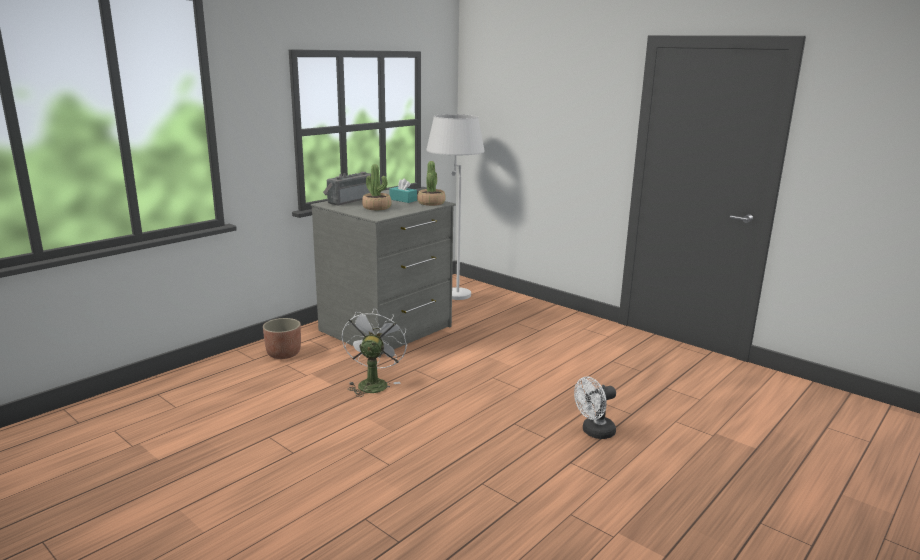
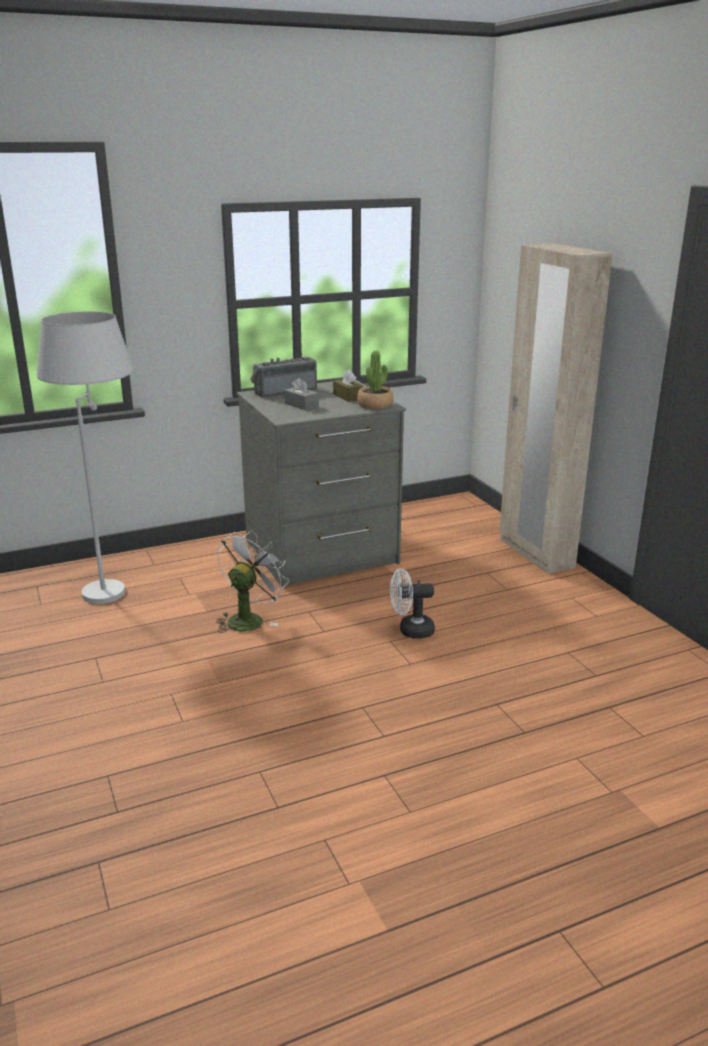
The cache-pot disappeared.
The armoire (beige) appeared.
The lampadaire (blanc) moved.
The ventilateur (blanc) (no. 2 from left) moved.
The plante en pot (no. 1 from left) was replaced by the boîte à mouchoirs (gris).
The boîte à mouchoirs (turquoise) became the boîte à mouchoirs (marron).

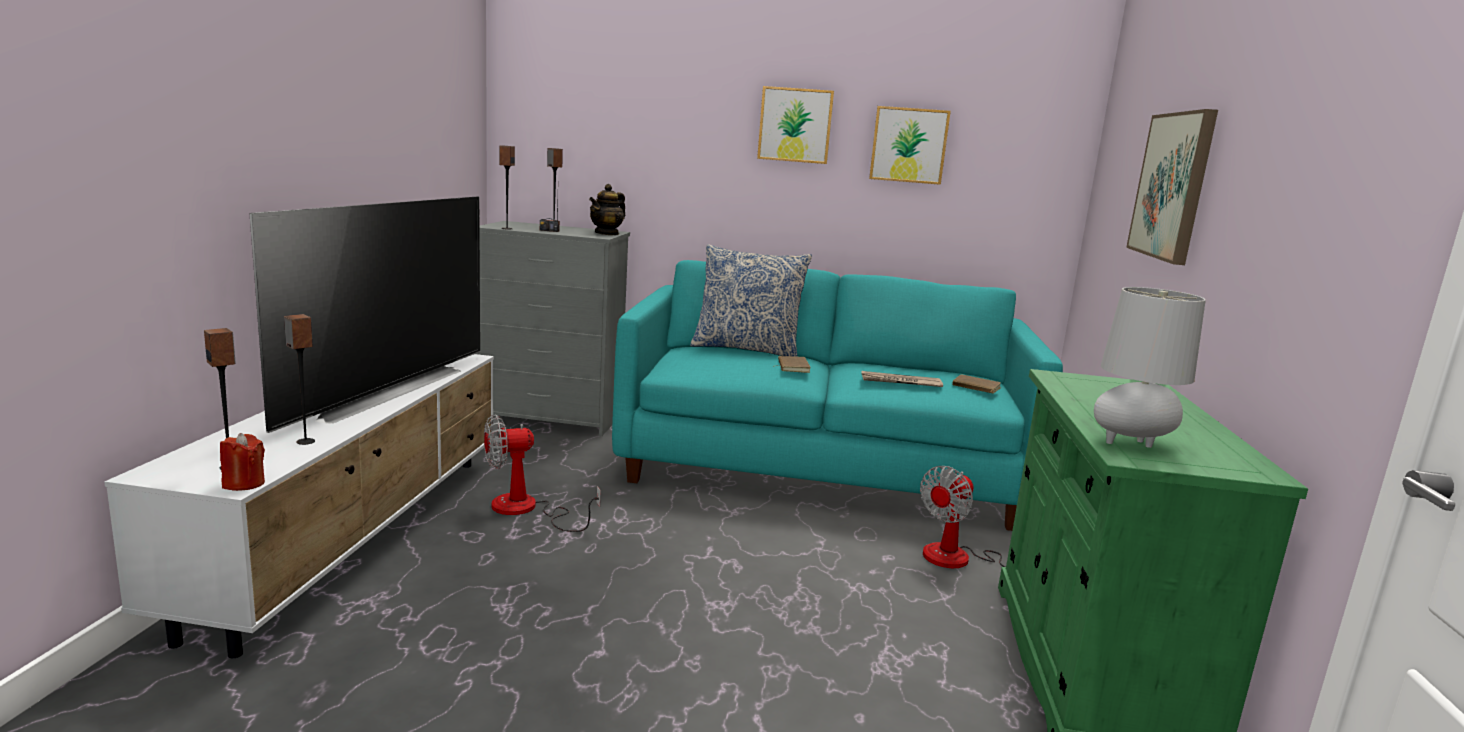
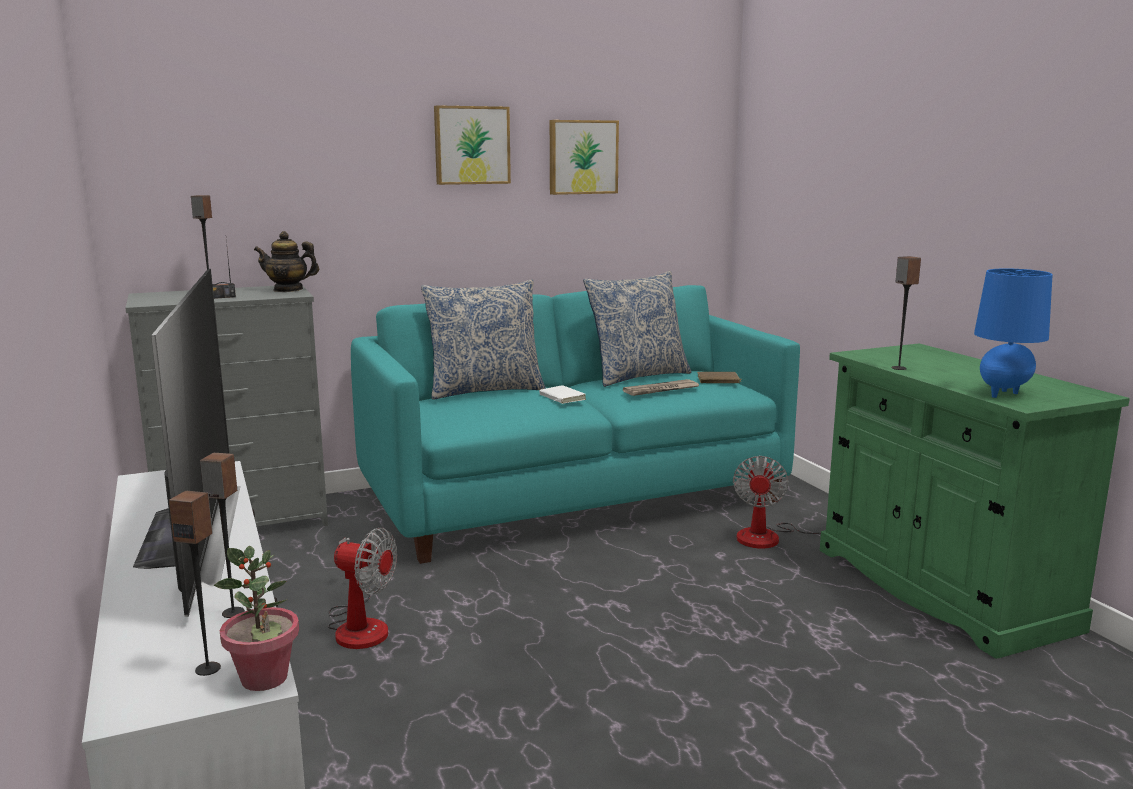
The tableau (no. 3 from left) disappeared.
The coussin (no. 2 from left) appeared.
The enceinte (no. 3 from left in the first image) moved.
The bougie (rouge) was replaced by the plante en pot.
The livre (marron) (no. 1 from left) became the livre (blanc).
The lampe de table (gris) became the lampe de table (bleu).
The ventilateur (no. 1 from left) turned 105 degrees counterclockwise.
The théière turned 90 degrees clockwise.

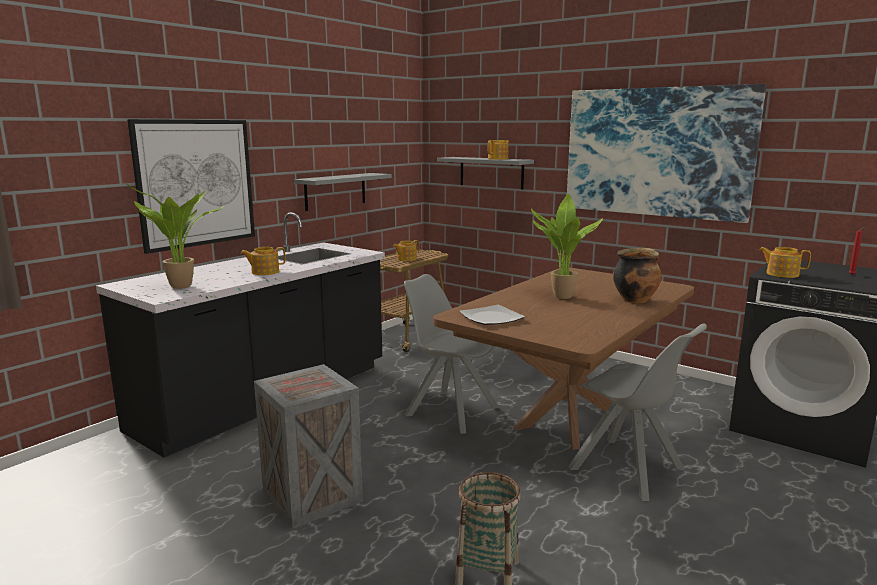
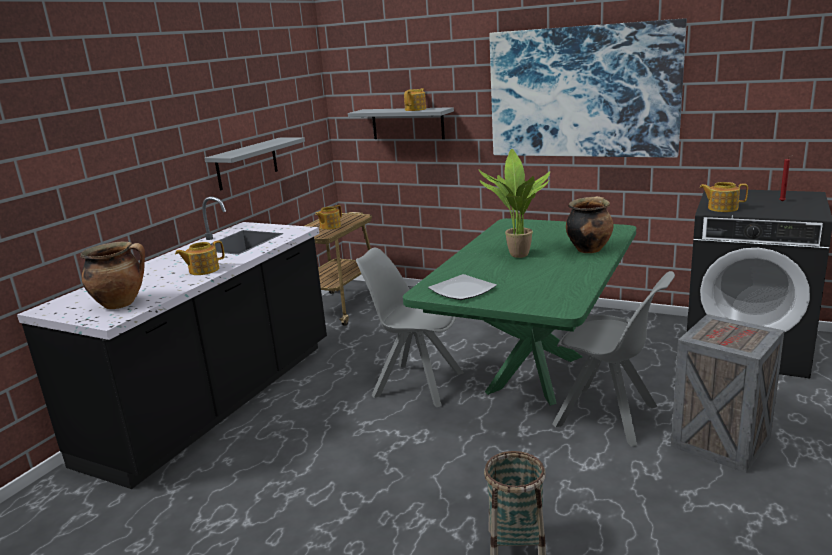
The tableau (no. 1 from left) disappeared.
The caisse moved.
The plante en pot (no. 1 from left) was replaced by the marmite (no. 1 from left).
The table à manger (marron) became the table à manger (vert).

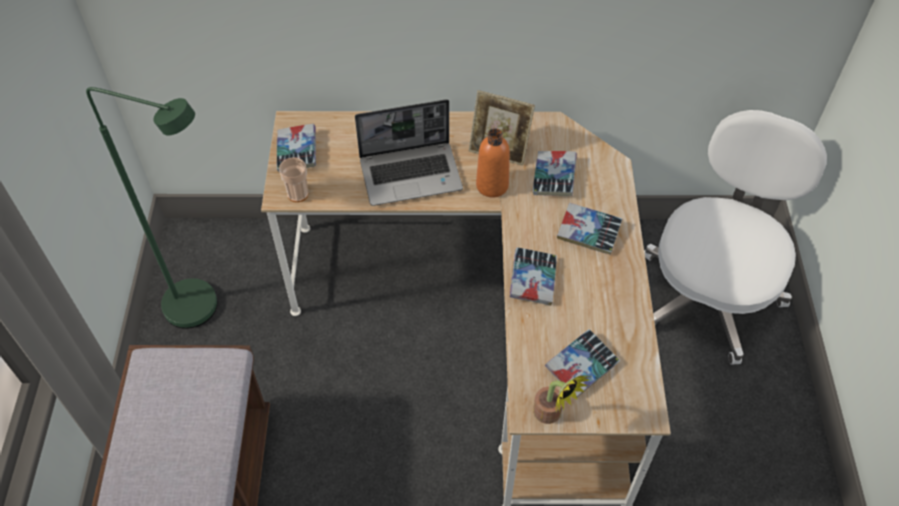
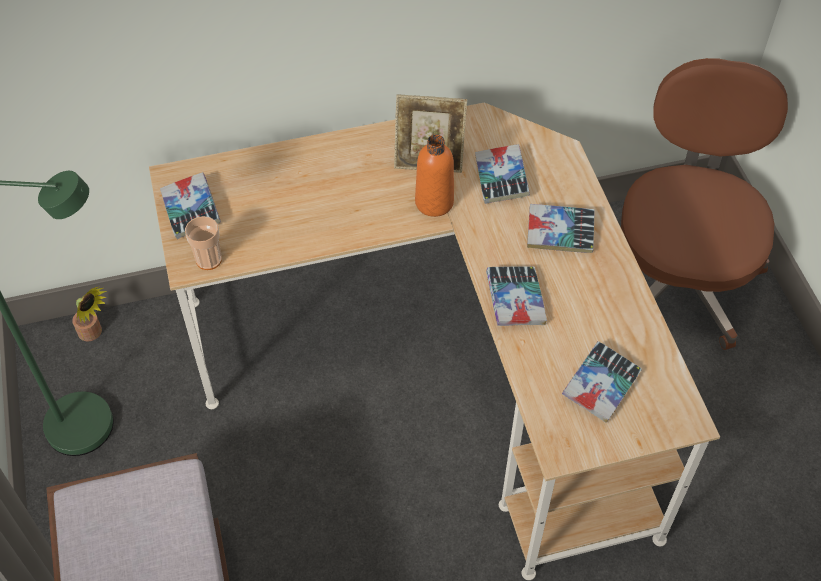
The ordinateur portable disappeared.
The plante en pot moved.
The chaise de bureau (blanc) became the chaise de bureau (marron).

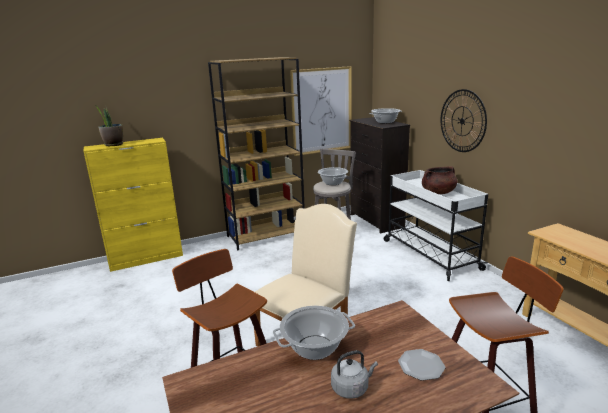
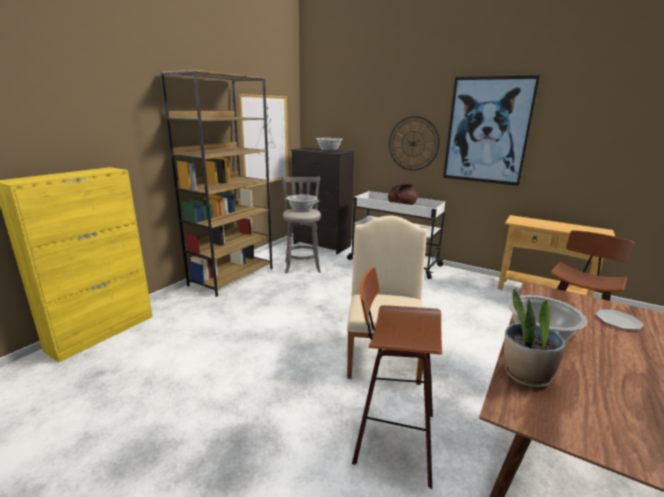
The bouilloire (gris) disappeared.
The tableau (no. 2 from left) appeared.
The plante en pot moved.

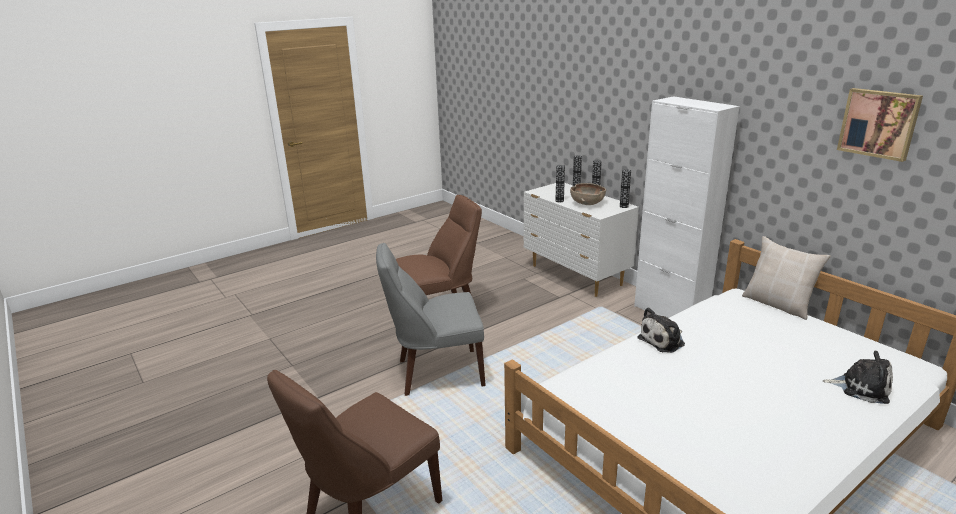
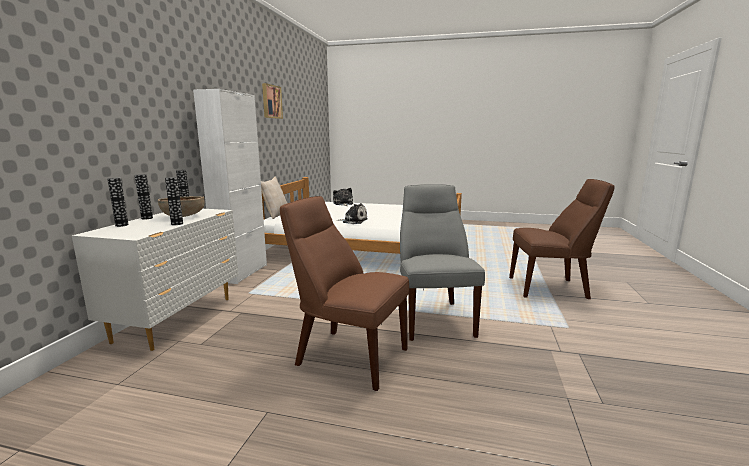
The chaise (gris) turned 135 degrees counterclockwise.

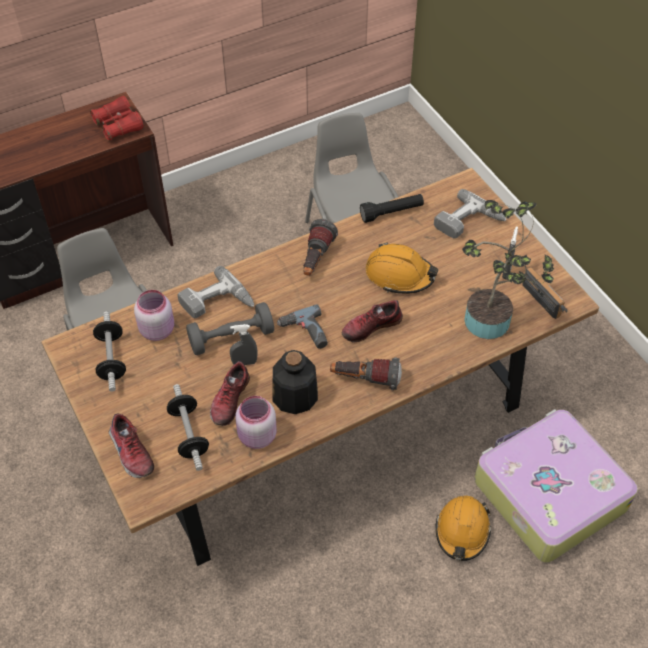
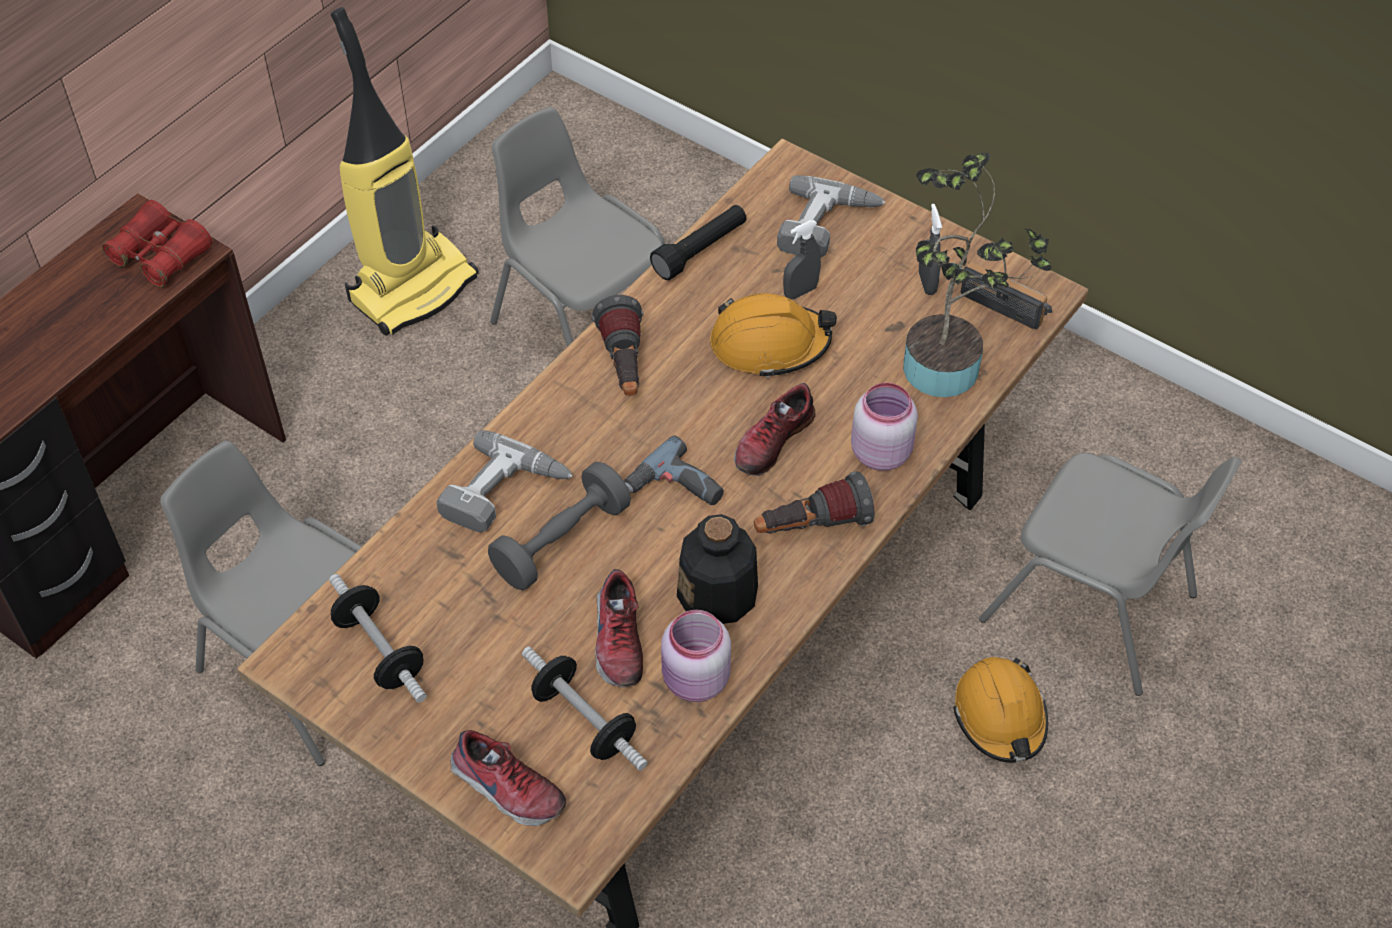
The aspirateur appeared.
The bocal (rose) (no. 1 from left in the first image) moved.
The vaporisateur (gris) (no. 1 from left) moved.
The valise was replaced by the chaise (gris) (no. 3 from left).

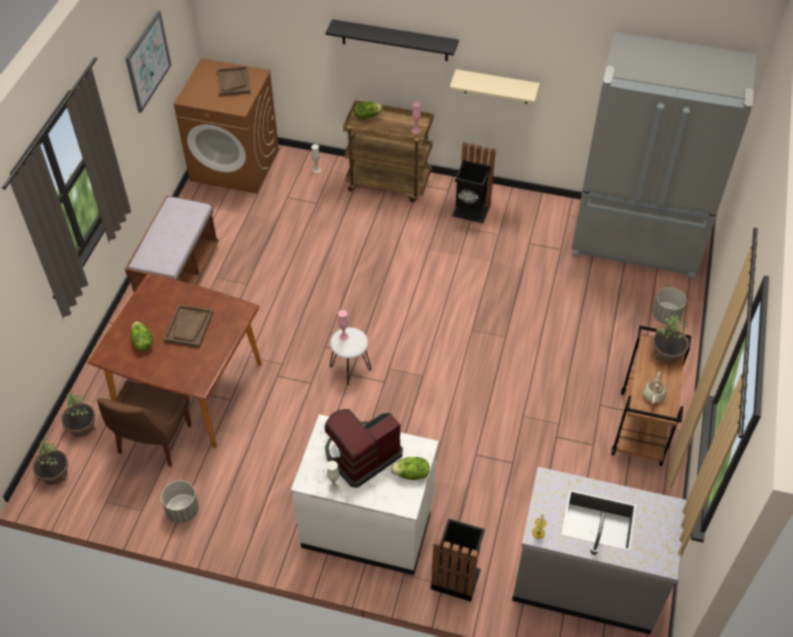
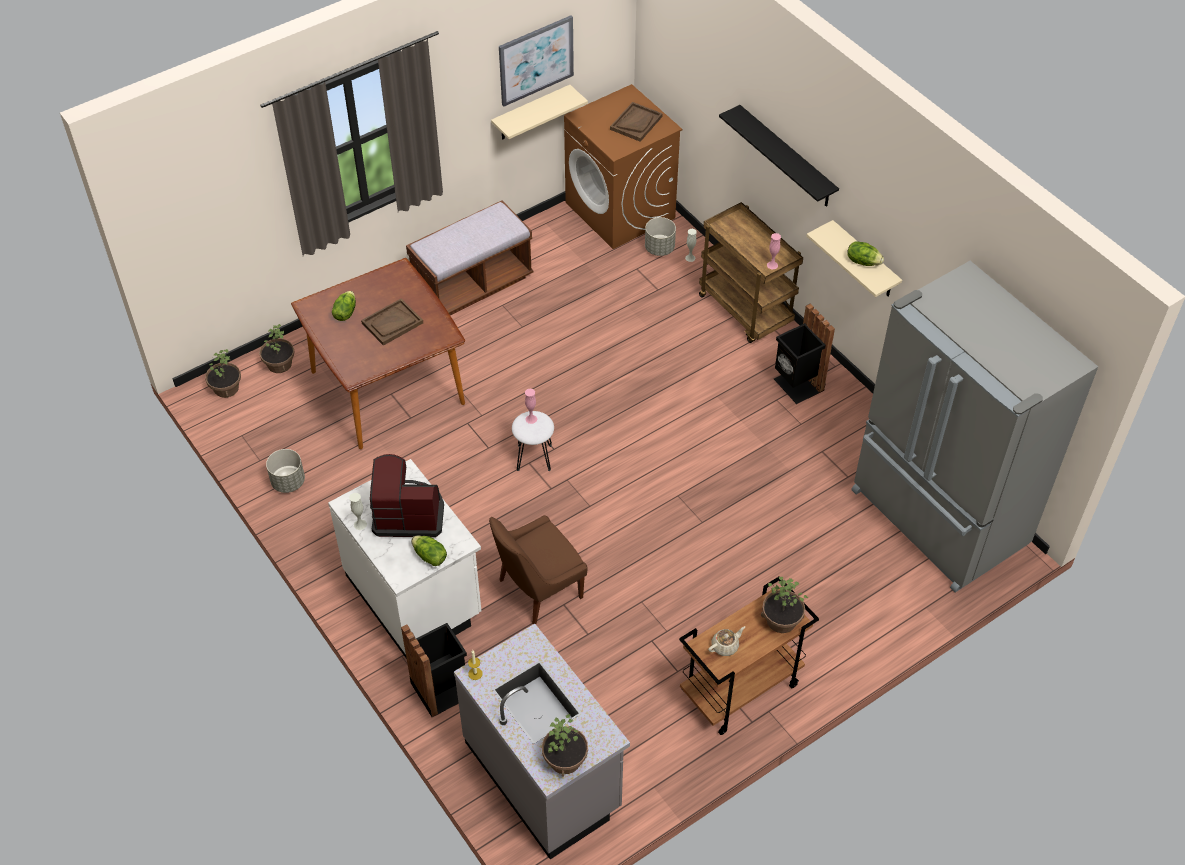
The étagère (beige) (no. 1 from left) appeared.
The plante en pot (no. 3 from left) appeared.
The chaise (marron) moved.
The laitue (no. 2 from left in the first image) moved.
The cache-pot (gris) (no. 2 from left) moved.

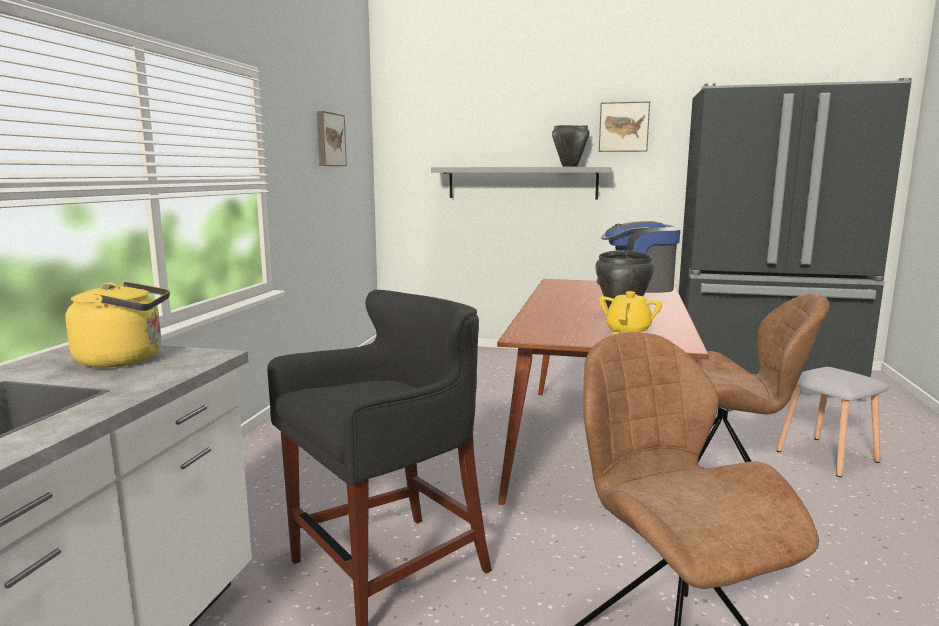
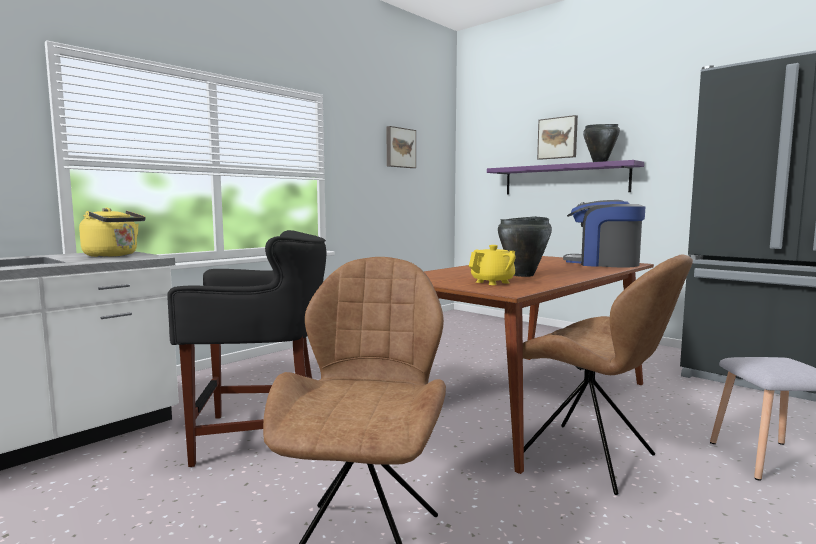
The tableau (no. 2 from left) moved.
The étagère (gris) became the étagère (violet).

